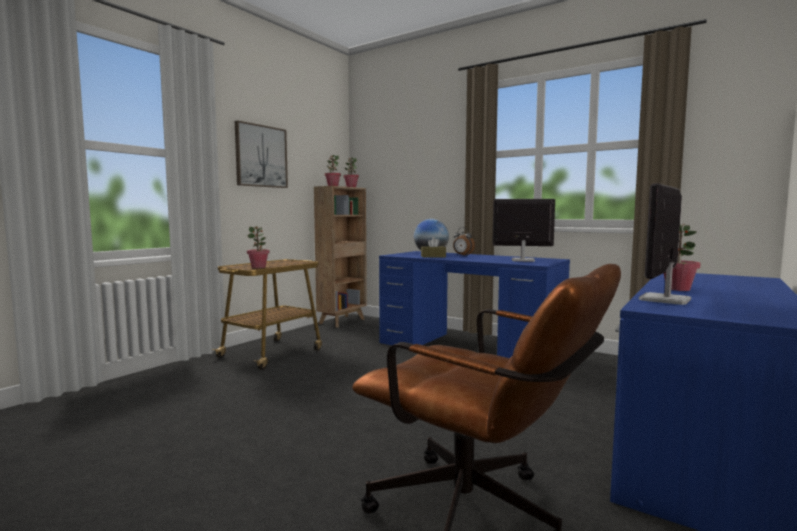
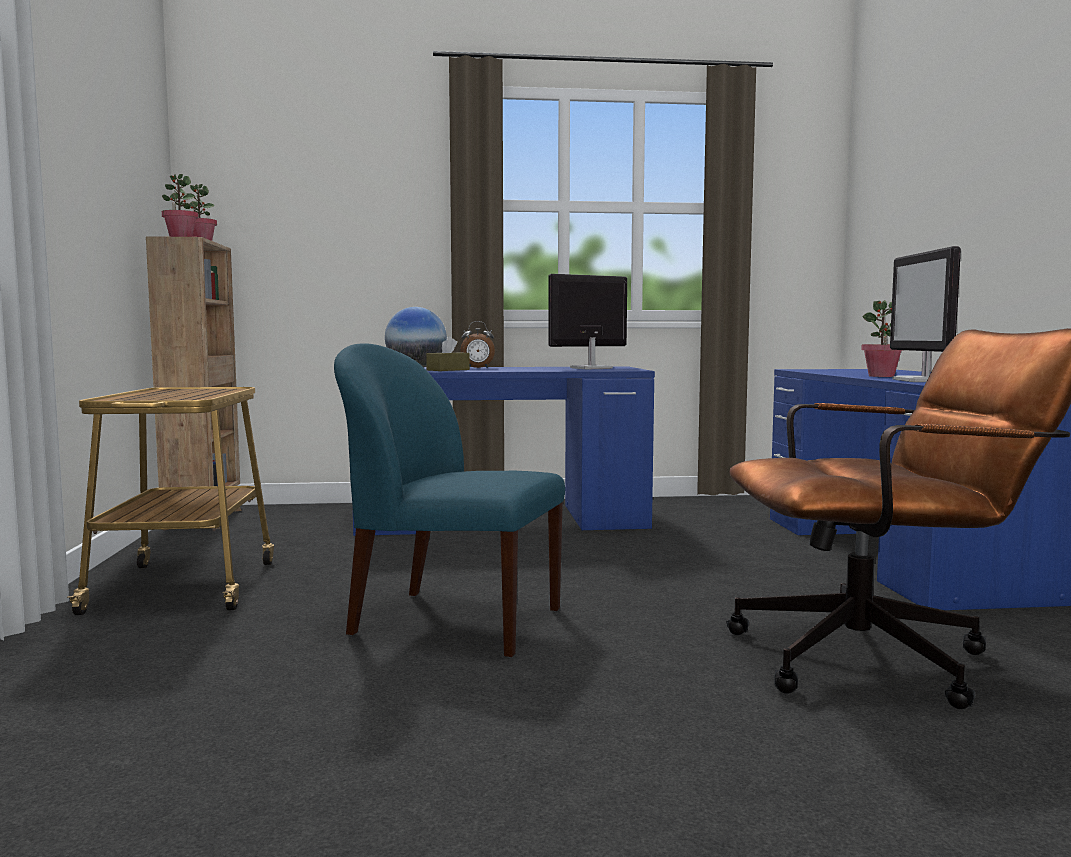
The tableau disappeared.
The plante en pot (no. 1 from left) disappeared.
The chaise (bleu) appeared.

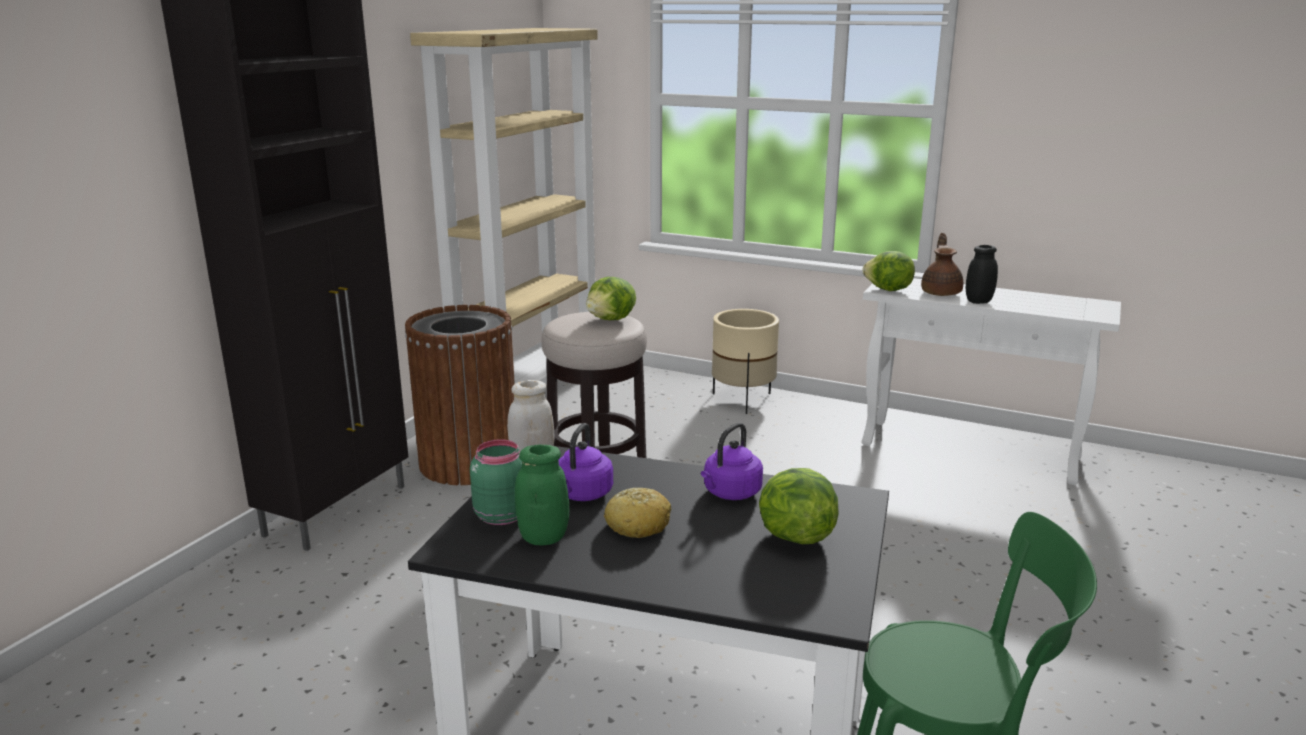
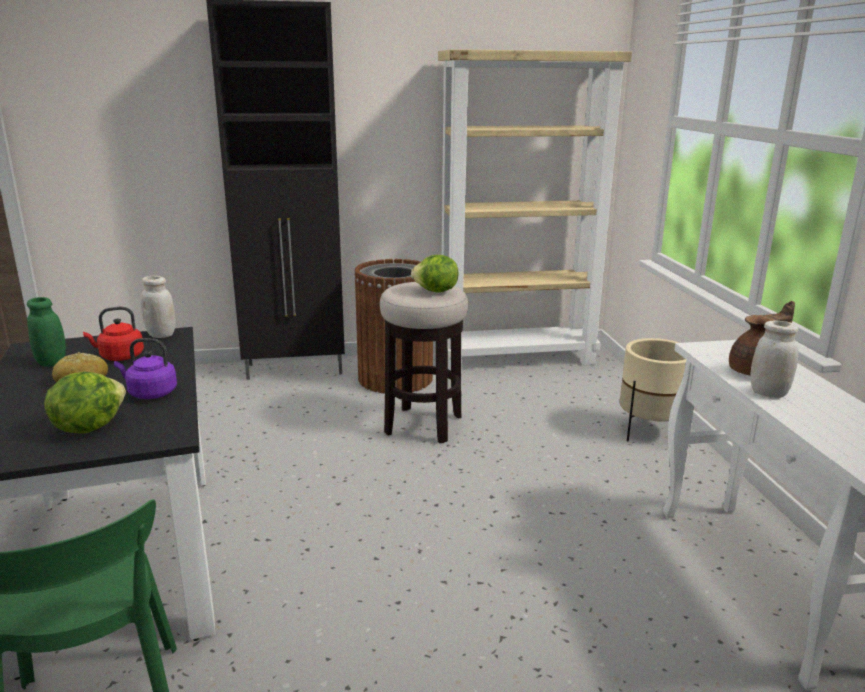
The bocal (vert) (no. 1 from left) disappeared.
The laitue (no. 3 from left) disappeared.
The bouilloire (violet) (no. 1 from left) became the bouilloire (rouge).
The bocal (noir) became the bocal (blanc) (no. 2 from left).

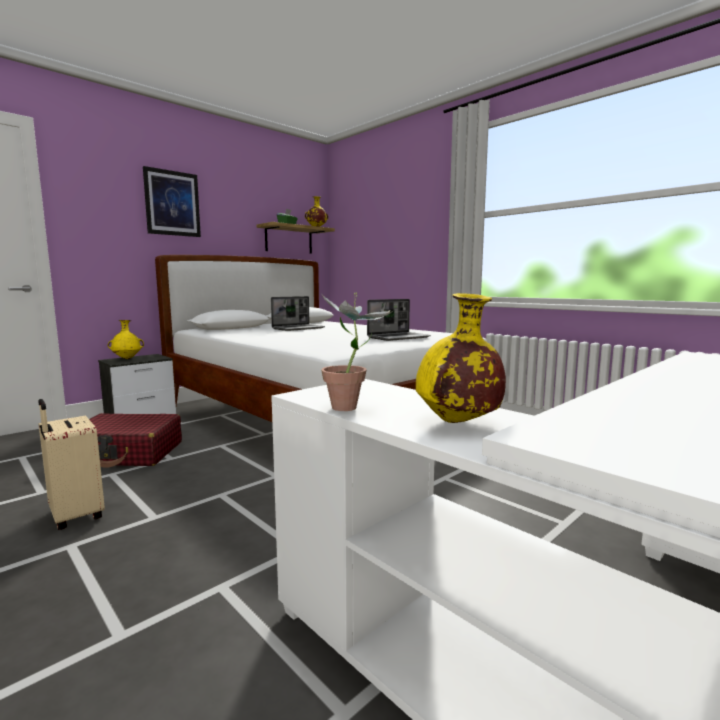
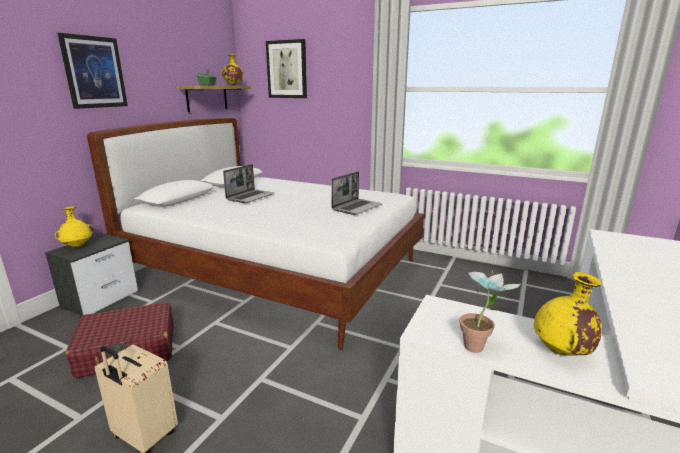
The tableau (no. 2 from left) appeared.

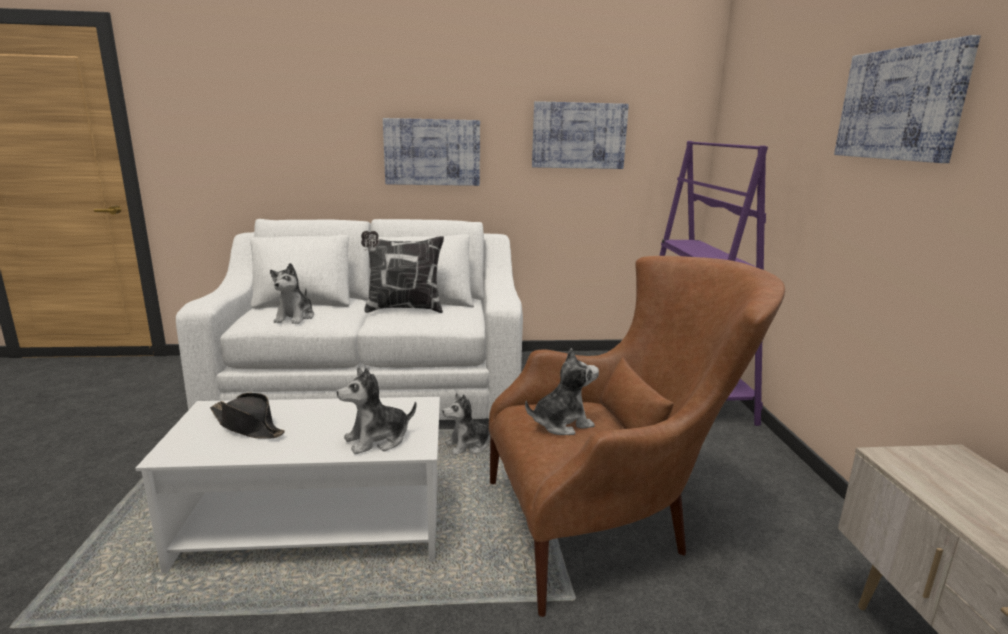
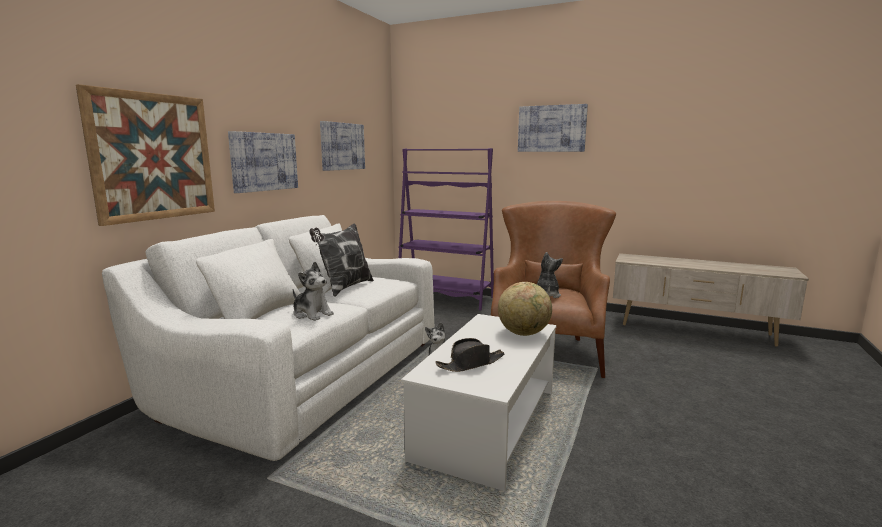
The tableau (no. 1 from left) appeared.
The peluche (no. 2 from left) was replaced by the globe.

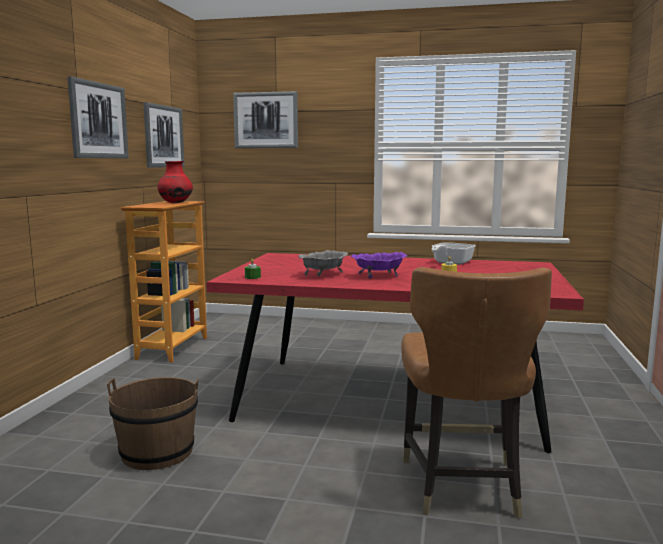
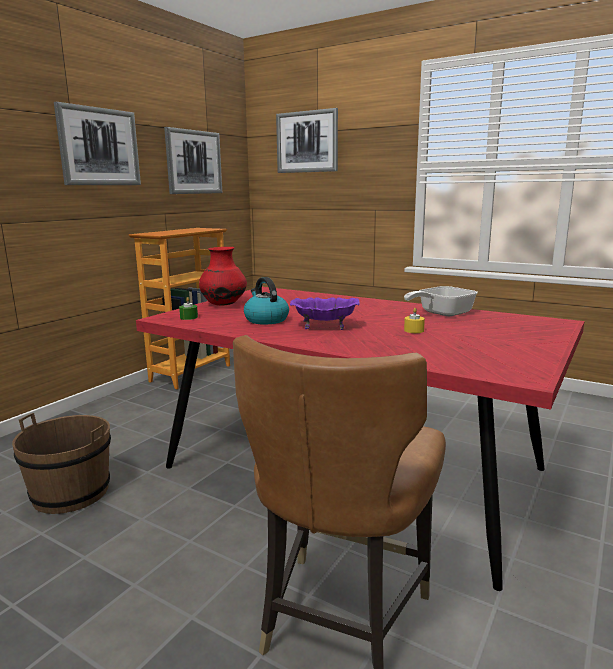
The vase (rouge) moved.
The bol (gris) was replaced by the bouilloire.

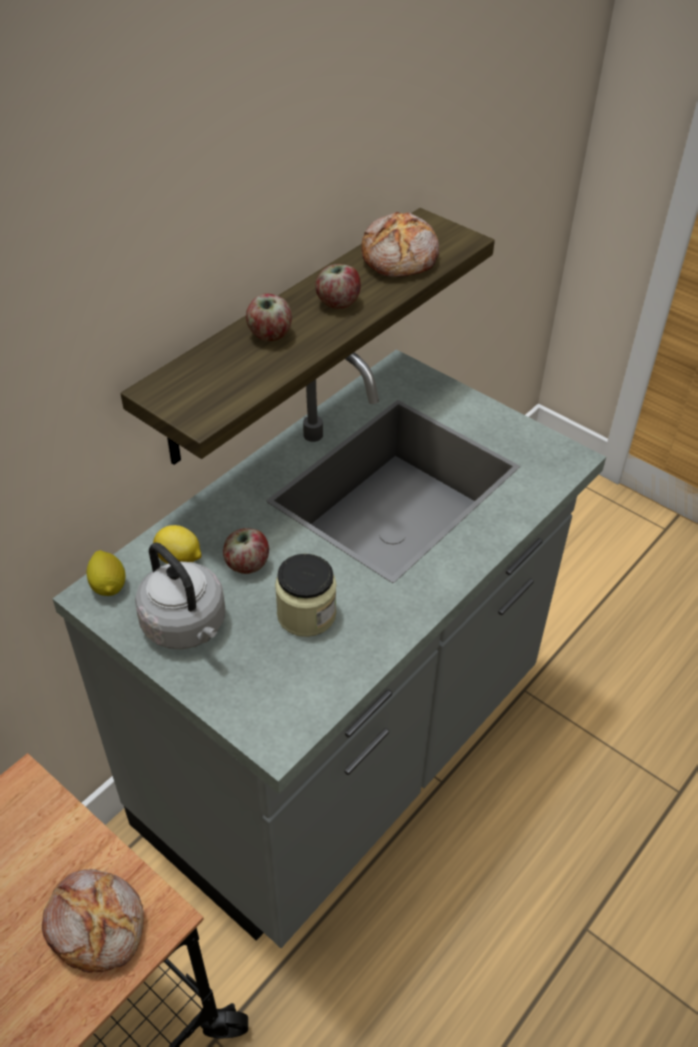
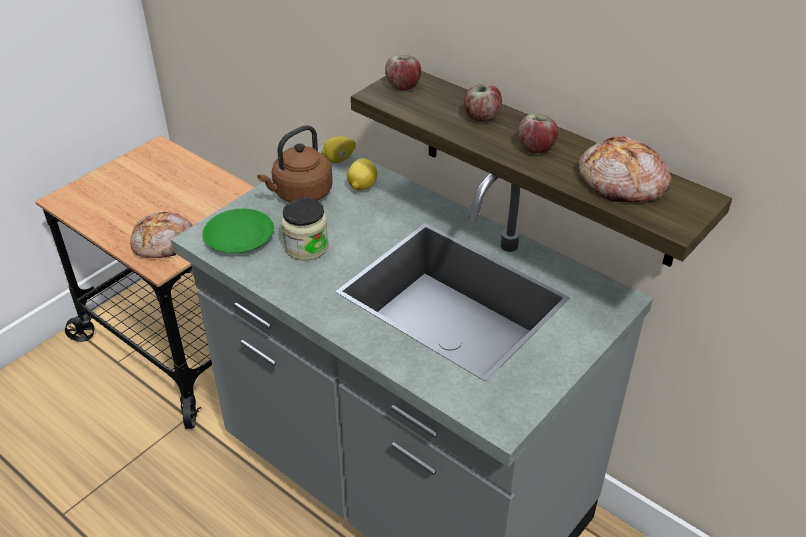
The assiette (vert) appeared.
The pomme (no. 1 from left) moved.
The bouilloire (gris) became the bouilloire (marron).

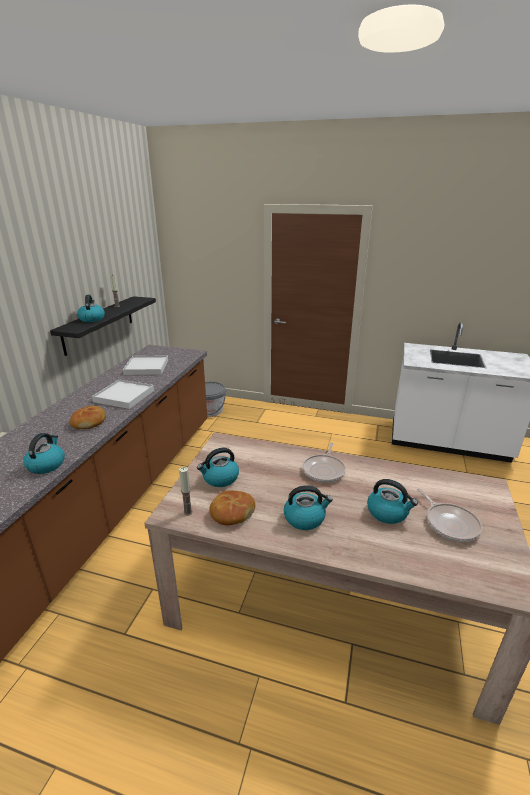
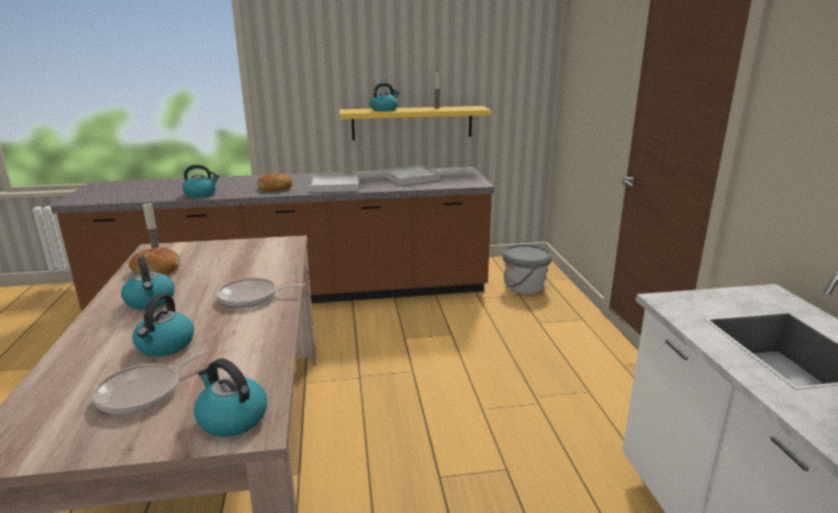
The bouilloire (no. 3 from left in the first image) moved.
The étagère (noir) became the étagère (jaune).

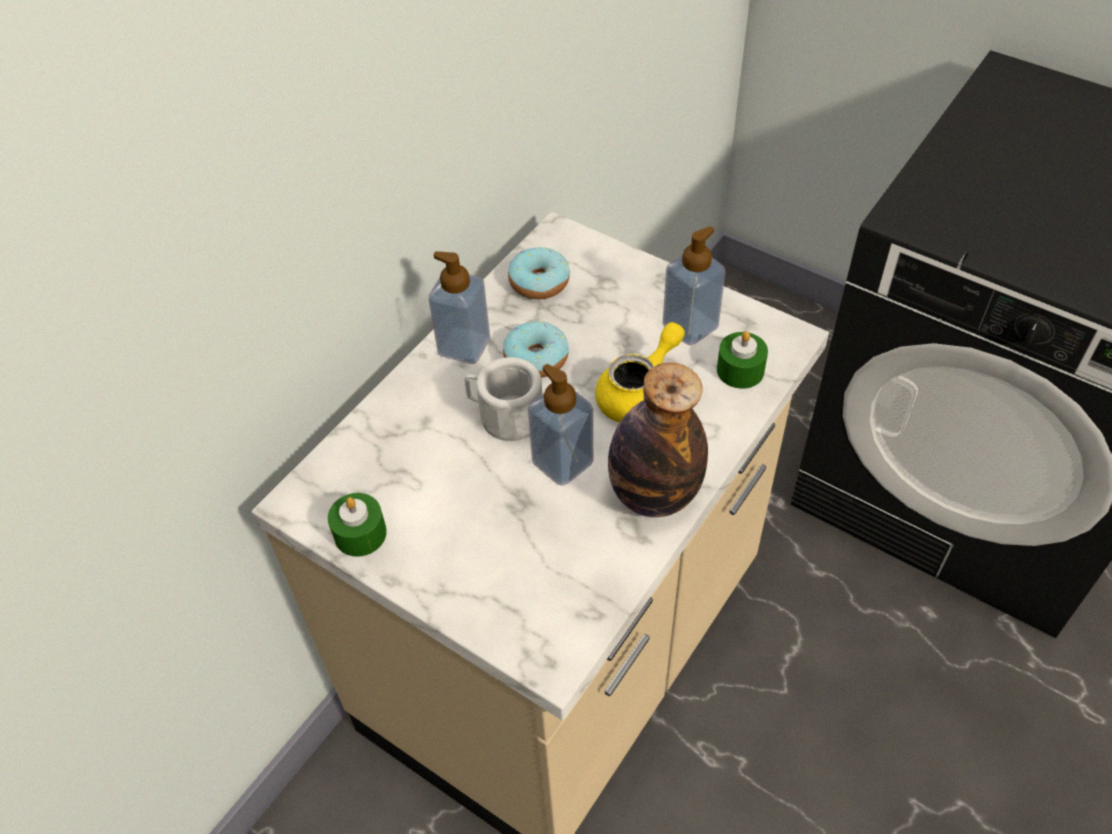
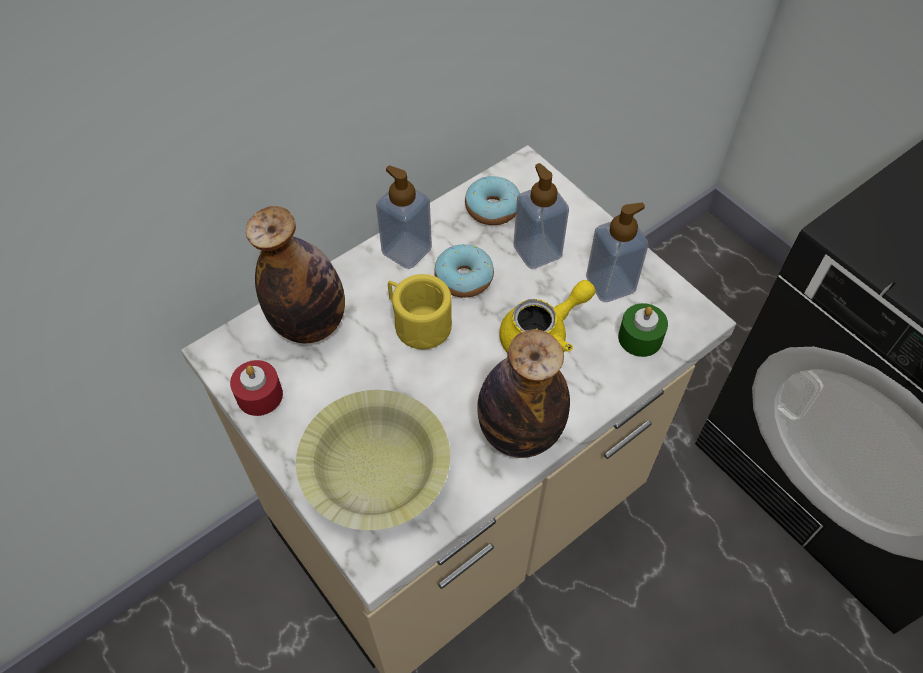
The bouteille (no. 1 from left) appeared.
The bol (jaune) appeared.
The distributeur de savon (no. 2 from left) moved.
The bougie (vert) (no. 1 from left) became the bougie (rouge).
The mug (blanc) became the mug (jaune).

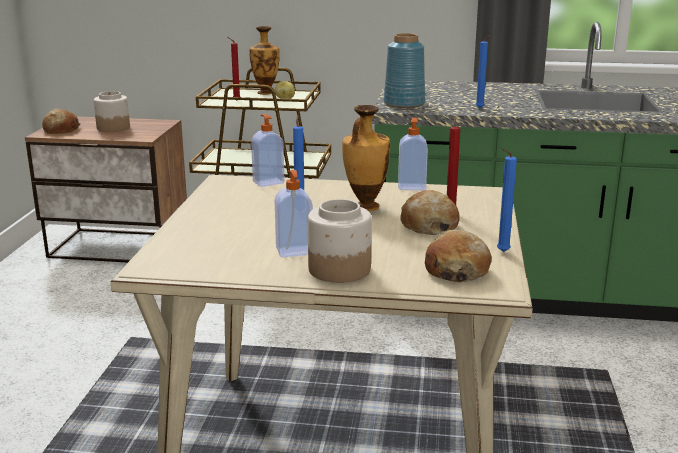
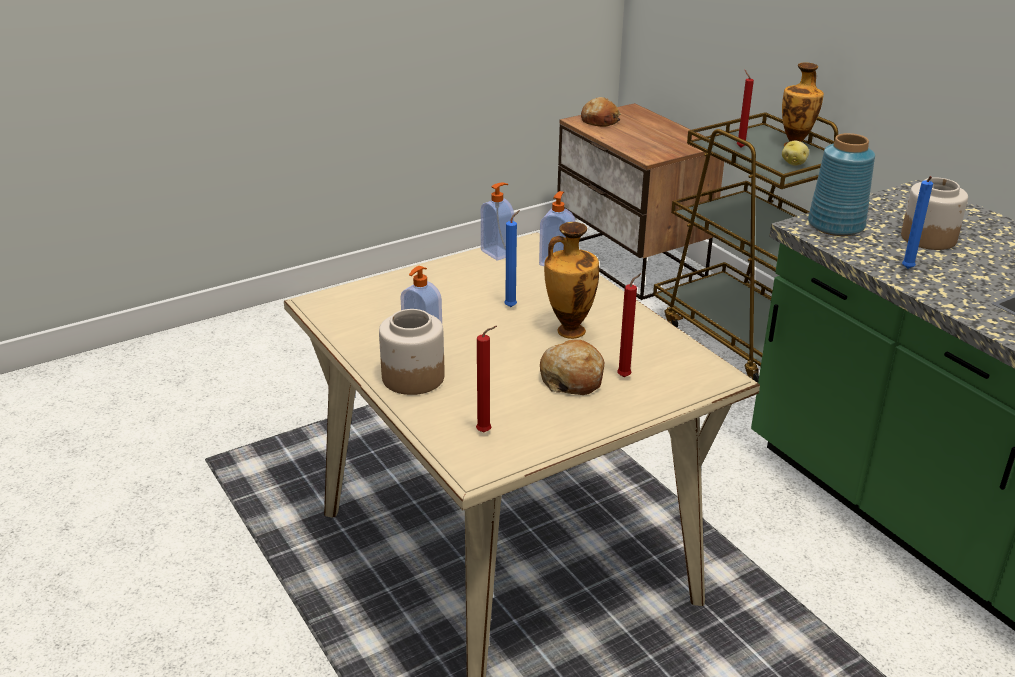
The bougie (bleu) (no. 3 from left) disappeared.
The bocal (no. 1 from left in the first image) moved.
The distributeur de savon (no. 3 from left in the first image) moved.
The pain (no. 3 from left) was replaced by the bougie (rouge) (no. 1 from left).

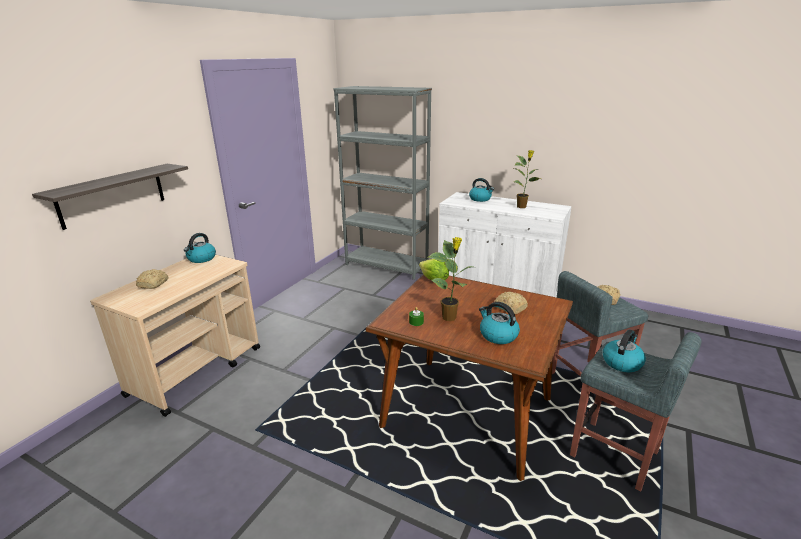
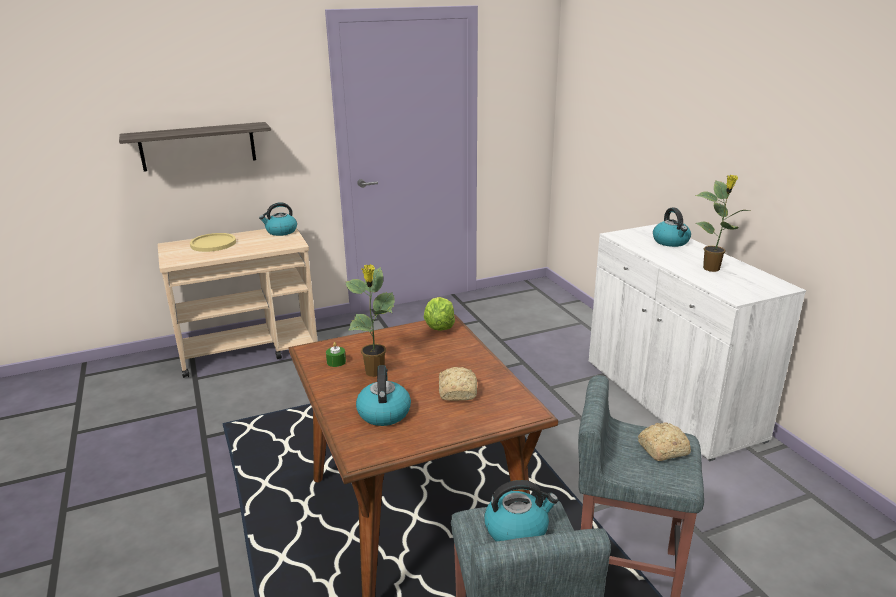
The bibliothèque (gris) disappeared.
The pain (no. 1 from left) was replaced by the assiette (jaune).

